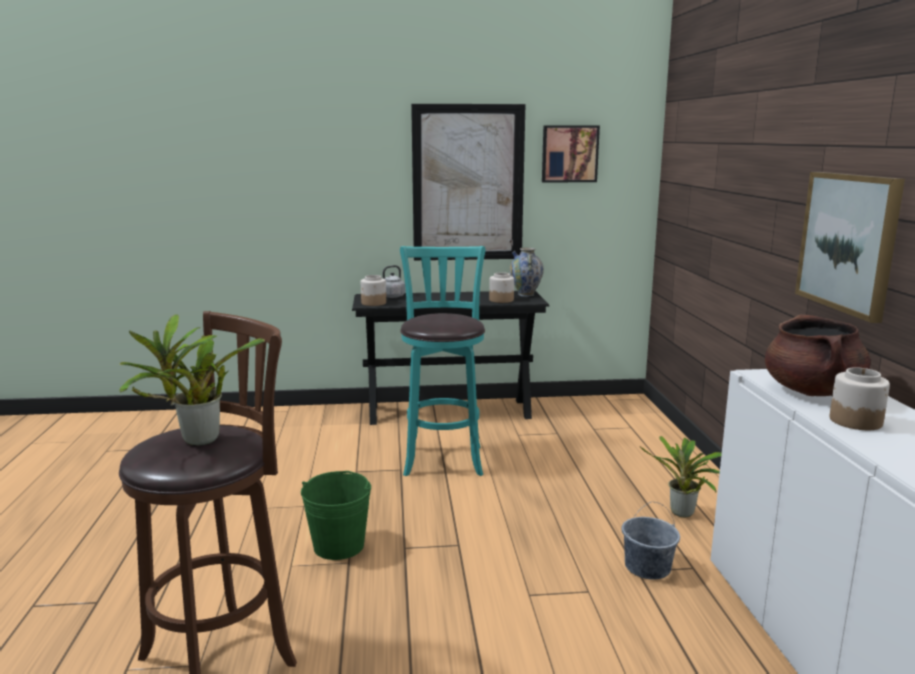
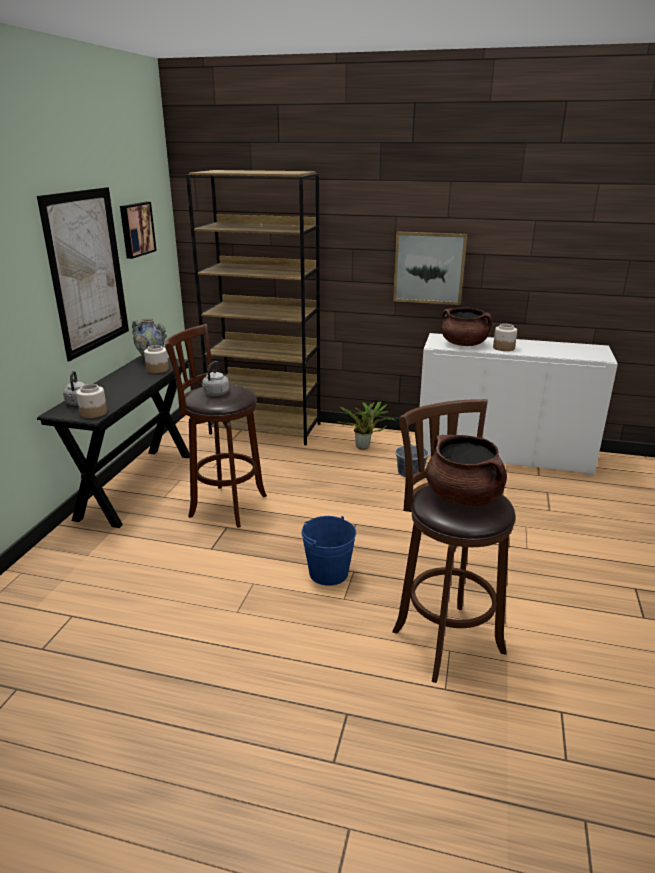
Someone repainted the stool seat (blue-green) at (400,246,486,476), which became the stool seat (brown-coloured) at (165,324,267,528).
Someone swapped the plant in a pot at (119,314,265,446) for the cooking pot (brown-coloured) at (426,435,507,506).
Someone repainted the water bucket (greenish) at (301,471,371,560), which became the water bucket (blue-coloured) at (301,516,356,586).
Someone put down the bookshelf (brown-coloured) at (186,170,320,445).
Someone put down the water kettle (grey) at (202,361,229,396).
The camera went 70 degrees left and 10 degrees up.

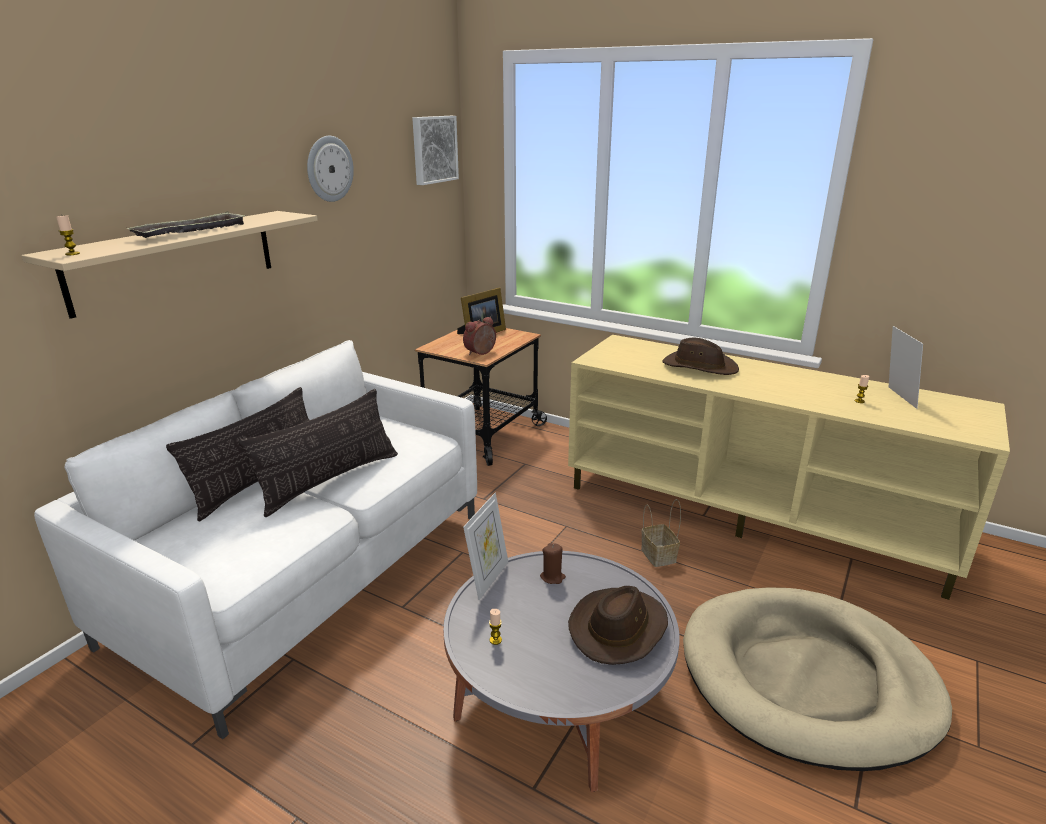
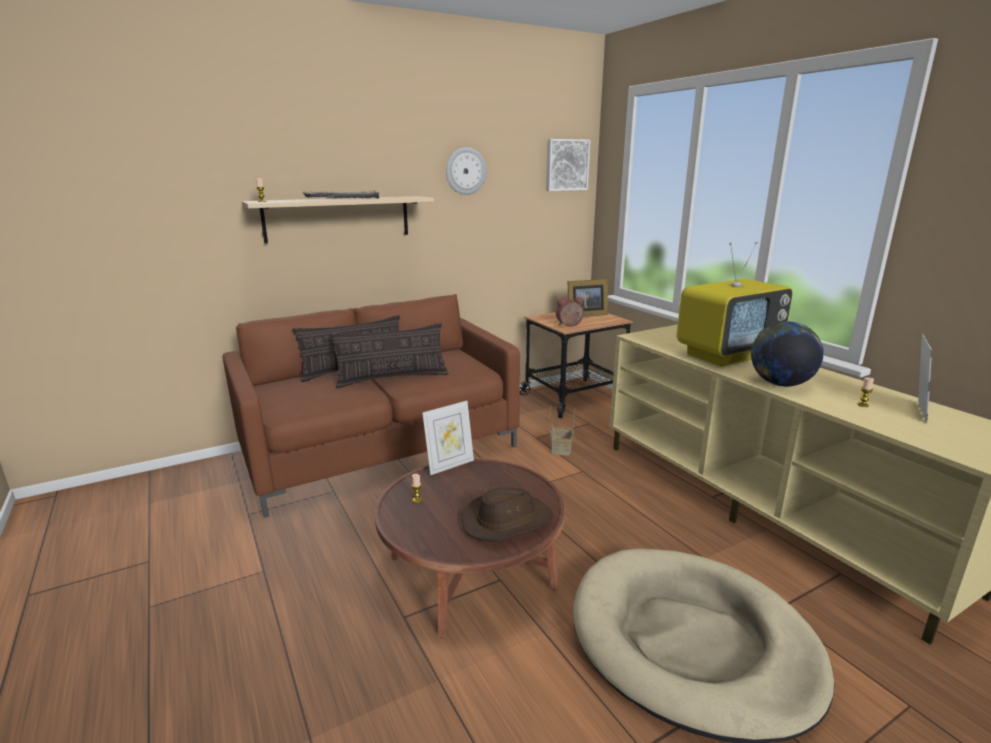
Someone swapped the clothing hat (brown-coloured) at (663,338,739,375) for the TV at (677,242,793,367).
Someone repainted the sofa (white-coloured) at (34,340,477,739), which became the sofa (brown-coloured) at (223,294,520,518).
Someone carried the storage basket from (641,499,681,567) to (550,405,575,456).
Someone took away the candle (brown-coloured) at (540,543,566,584).
Someone repainted the coffee table (grey) at (443,551,680,792), which became the coffee table (brown-coloured) at (375,458,565,638).
Someone put down the globe at (751,322,824,386).
The camera went 30 degrees right and 5 degrees down.

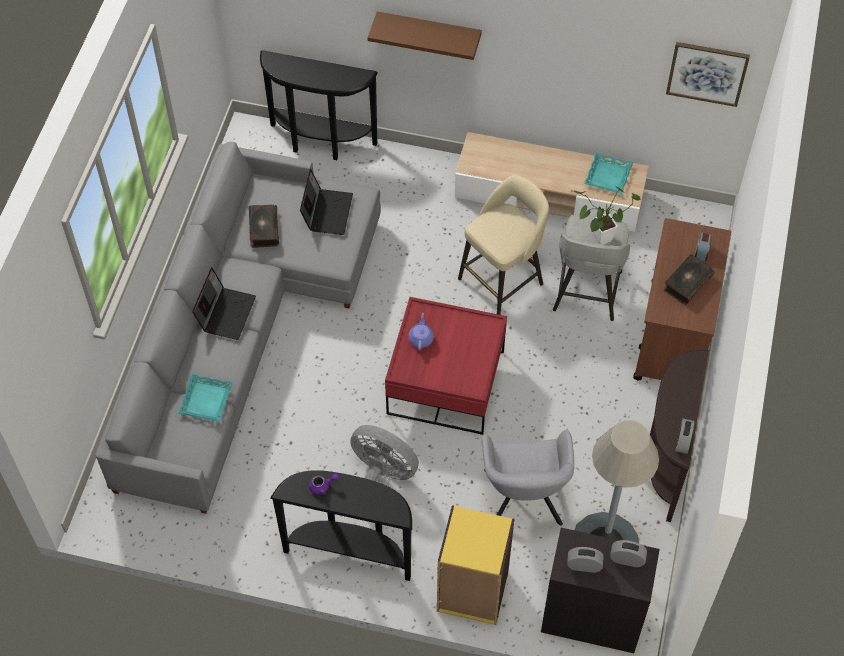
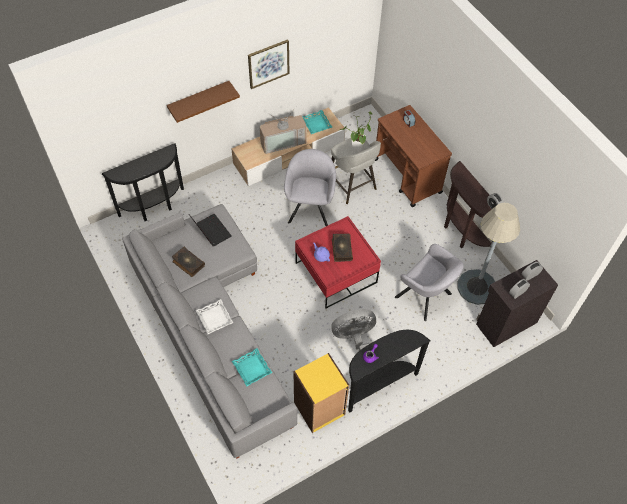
Someone carried the picture from (666,42,750,107) to (248,39,289,89).
Someone swapped the stool seat (beige) at (458,175,549,315) for the lounge chair (grey) at (284,149,336,226).
Someone carried the book from (663,254,715,305) to (332,234,353,262).
Someone swapped the portable computer at (192,267,256,340) for the serving tray (white-coloured) at (195,299,233,334).
Someone carried the bookshelf (yellow) from (437,505,514,625) to (293,353,349,433).
Someone put down the TV at (260,106,307,154).
The camera went 45 degrees left and 0 degrees up.

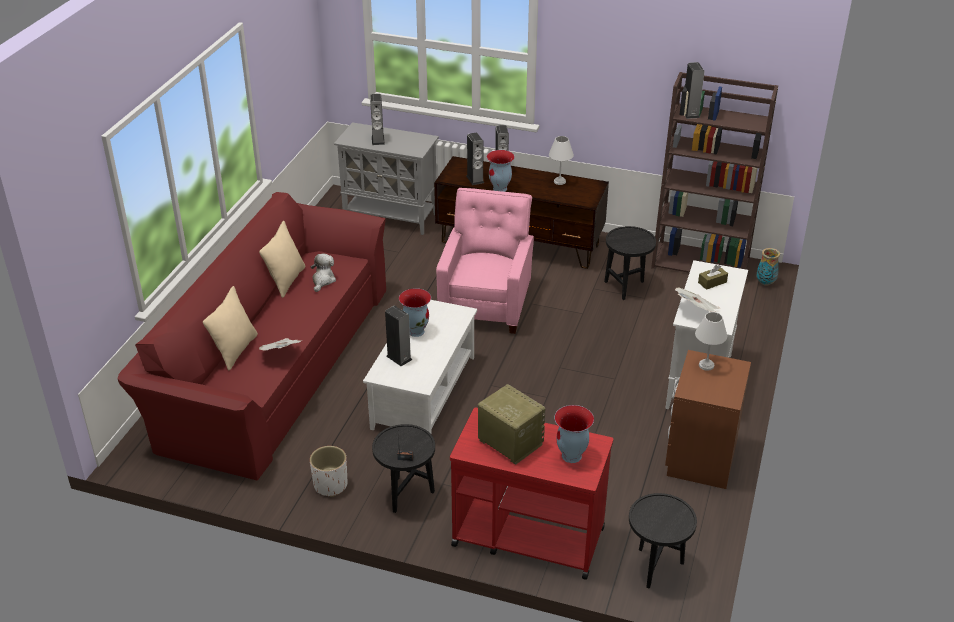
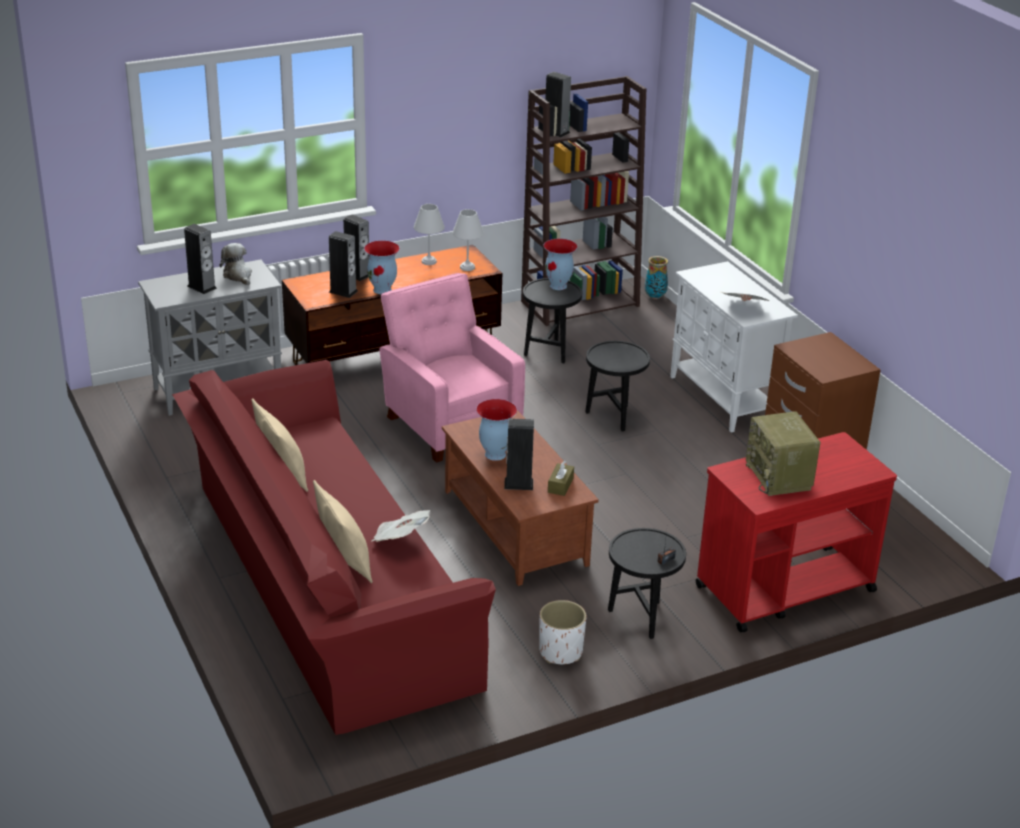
Someone carried the soft toy from (311,254,336,292) to (220,243,252,285).
Someone carried the box of tissues (brown-coloured) from (698,265,728,290) to (548,461,574,496).
Someone repainted the coffee table (white-coloured) at (363,300,477,434), which became the coffee table (brown-coloured) at (442,410,599,586).
Someone carried the lamp for a table (white-coloured) from (695,312,727,371) to (452,209,484,271).
Someone rotated the radio at (478,384,545,465) by 105 degrees counterclockwise.
Someone carried the vase from (554,405,594,463) to (543,239,578,290).
Someone carried the end table (black) from (629,493,697,589) to (585,341,650,431).
The camera went 45 degrees left and 5 degrees down.

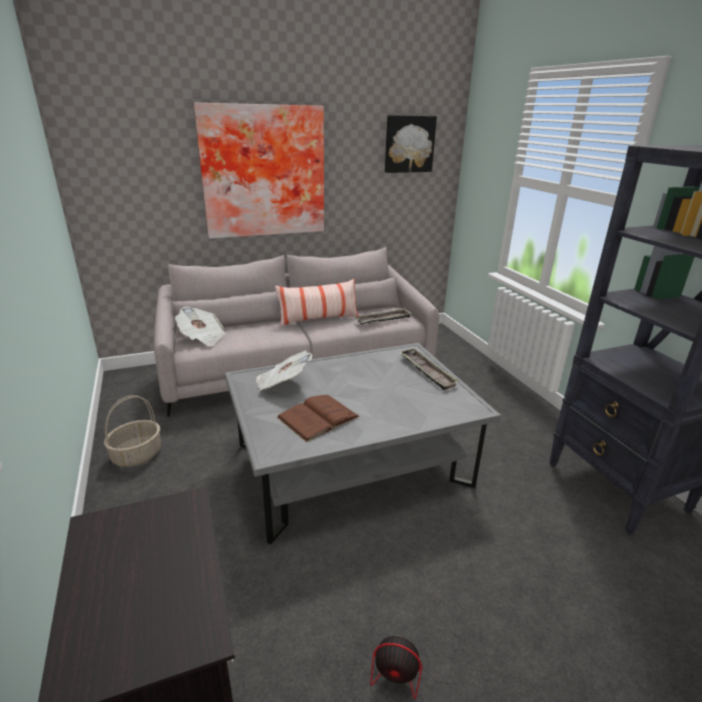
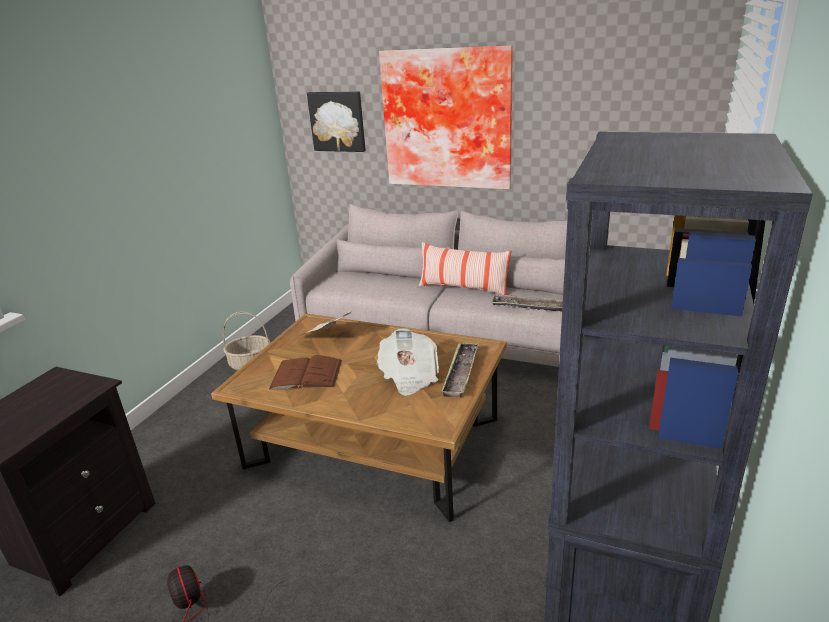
Someone carried the picture from (385,115,437,173) to (307,92,366,152).
Someone carried the newspaper from (175,307,226,346) to (376,328,439,396).
Someone repainted the coffee table (grey) at (225,343,501,544), which became the coffee table (brown-coloured) at (211,314,507,522).
The camera went 45 degrees right and 0 degrees up.

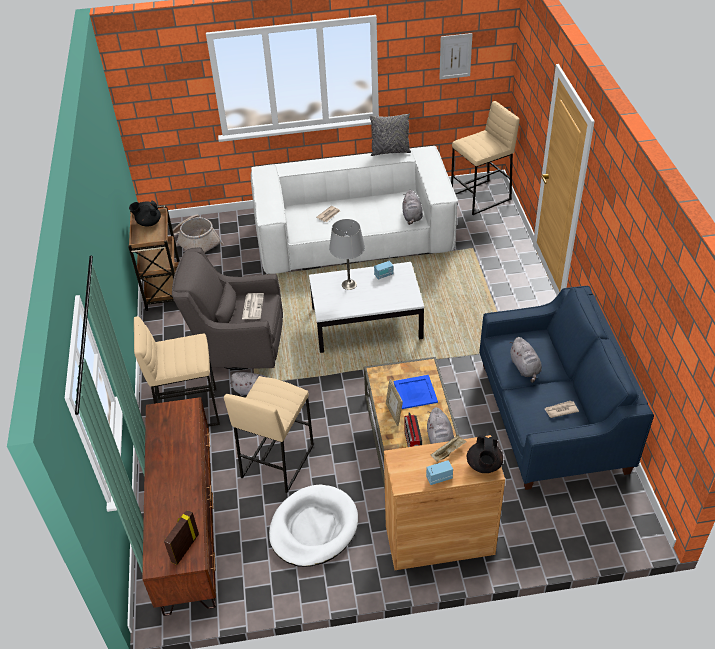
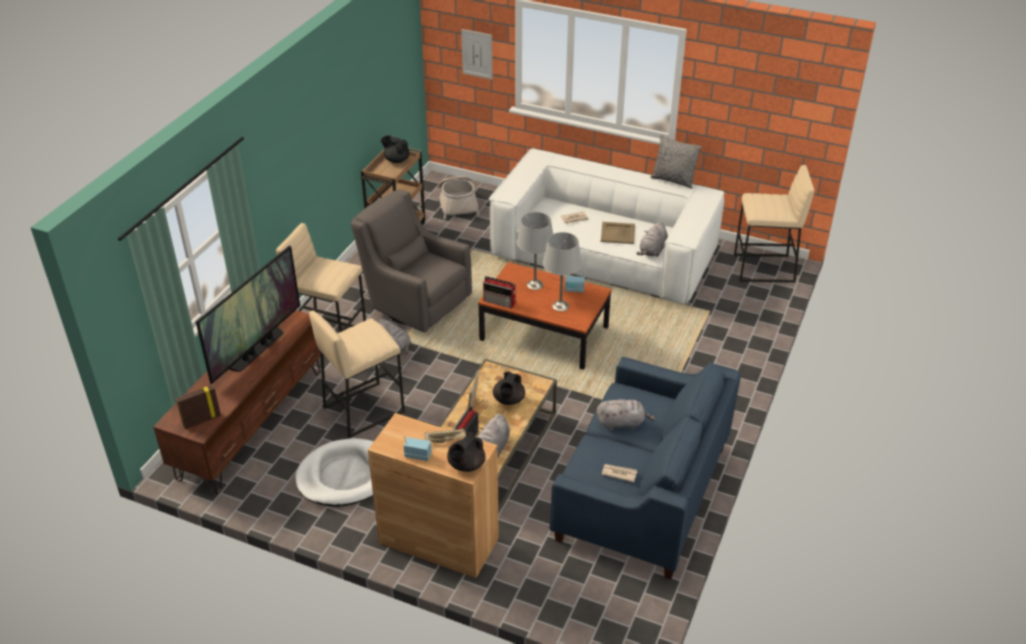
Someone carried the picture from (439,33,472,80) to (461,29,493,80).
Someone repainted the coffee table (white-coloured) at (309,262,424,353), which became the coffee table (brown-coloured) at (478,262,612,370).
Someone took away the newspaper at (242,293,264,319).
Someone rotated the soft toy (grey) at (510,337,542,383) by 105 degrees counterclockwise.
Someone swapped the serving tray (blue-coloured) at (393,375,438,409) for the pot for tea (black) at (493,371,525,405).
Someone put down the serving tray (beige) at (601,222,635,244).
Someone put down the lamp for a table (grey) at (543,232,582,311).
Someone put down the TV at (196,246,300,384).
Someone put down the radio at (483,276,516,309).
The camera went 30 degrees right and 5 degrees down.

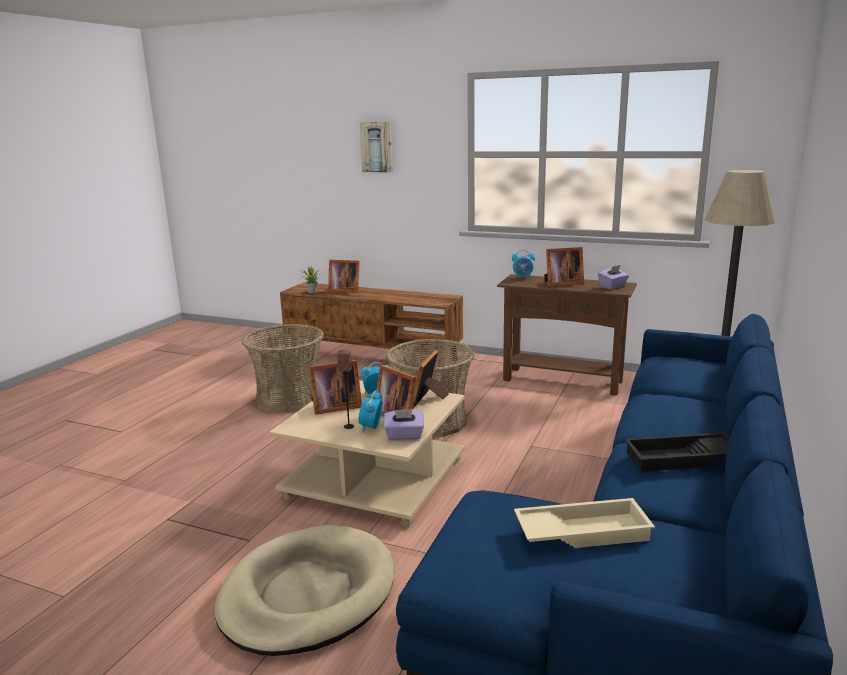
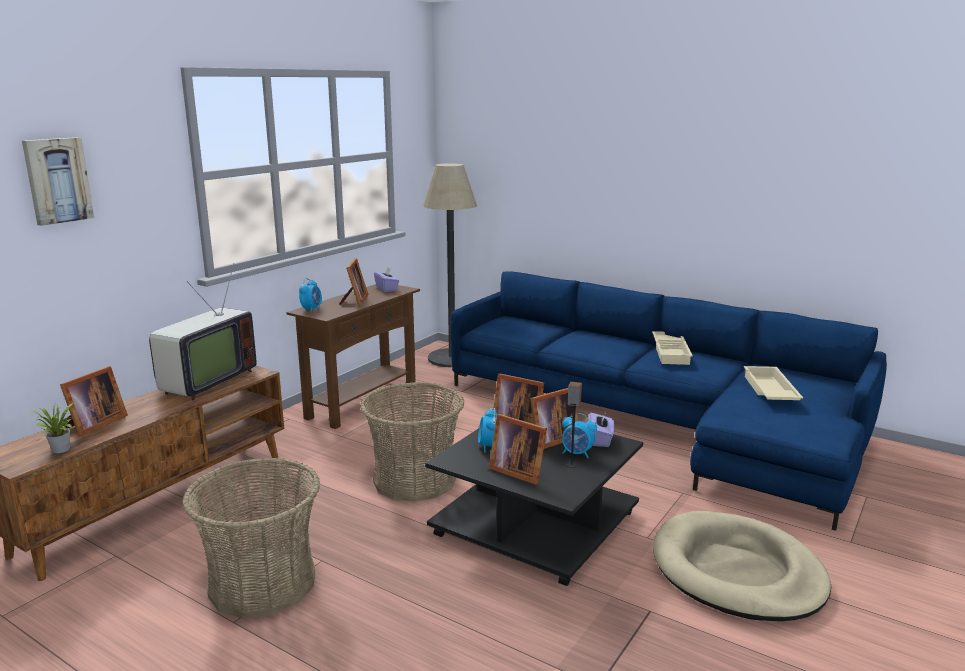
Someone rotated the picture frame at (309,360,362,415) by 135 degrees clockwise.
Someone repainted the coffee table (beige) at (269,380,465,527), which became the coffee table (black) at (425,428,643,586).
Someone repainted the serving tray (black) at (624,432,730,472), which became the serving tray (beige) at (652,331,693,365).
Someone put down the TV at (149,263,257,400).
The camera went 80 degrees left and 0 degrees up.

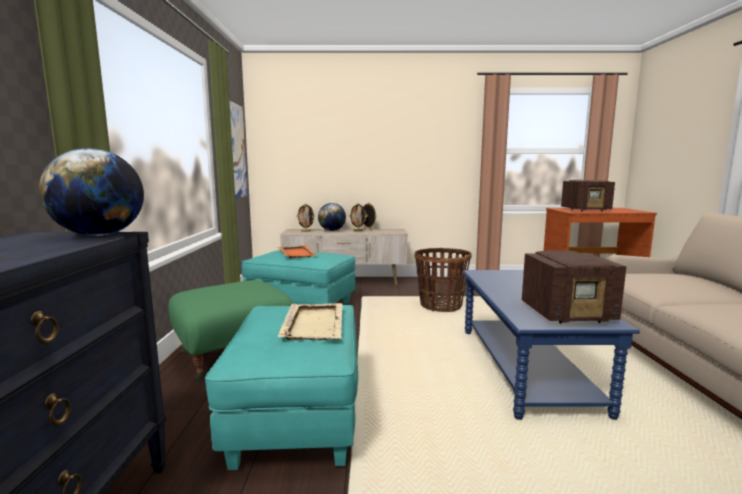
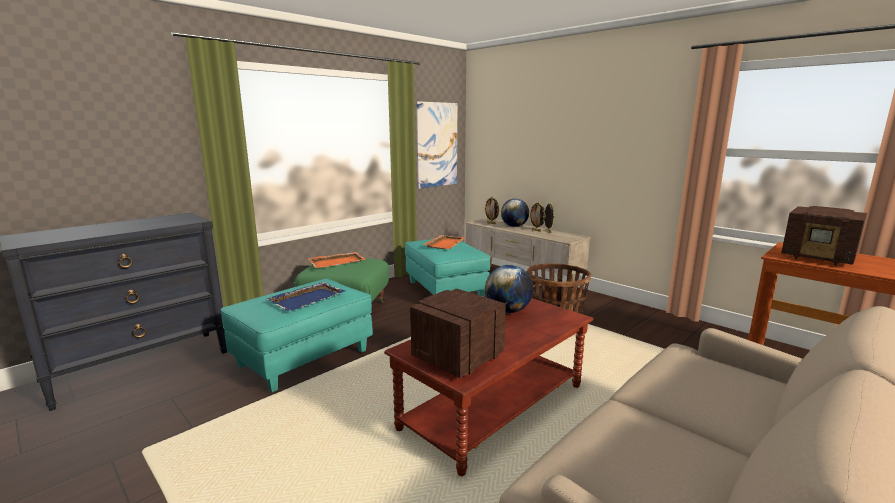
Someone carried the globe from (39,148,144,236) to (485,265,533,313).
Someone rotated the radio at (522,251,626,324) by 90 degrees clockwise.
Someone repainted the coffee table (blue-coloured) at (462,270,640,420), which became the coffee table (brown-coloured) at (384,298,593,476).
Someone repainted the serving tray (beige) at (278,303,343,340), which became the serving tray (blue-coloured) at (267,282,345,311).
Someone put down the serving tray (orange) at (308,252,365,268).
The camera went 45 degrees right and 5 degrees up.

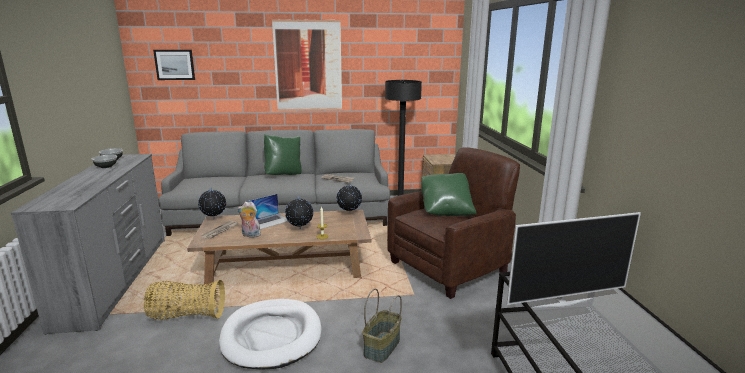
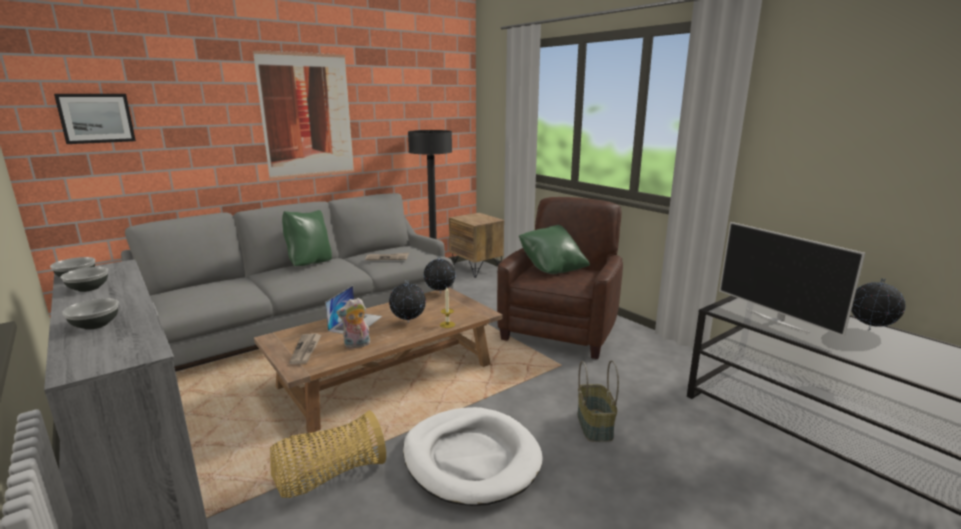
Someone carried the globe from (198,188,226,219) to (851,278,905,330).
Someone rotated the TV at (507,212,641,308) by 105 degrees clockwise.
Someone put down the deep dish at (62,298,119,330).
The camera went 30 degrees left and 0 degrees up.

